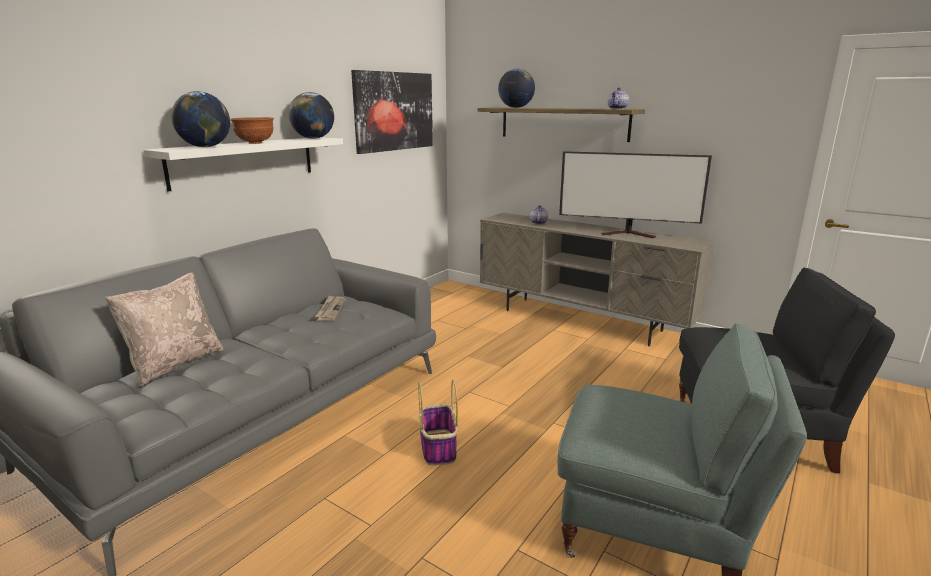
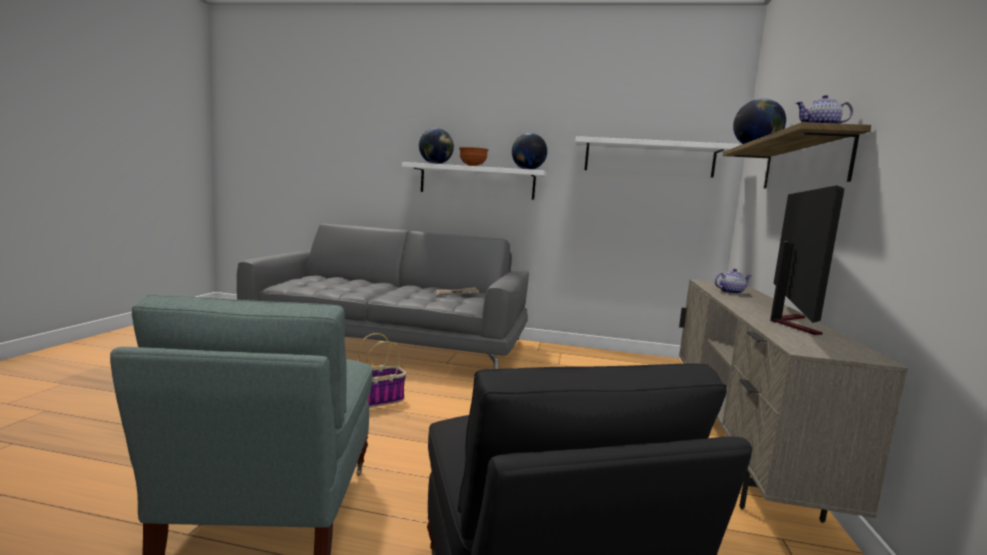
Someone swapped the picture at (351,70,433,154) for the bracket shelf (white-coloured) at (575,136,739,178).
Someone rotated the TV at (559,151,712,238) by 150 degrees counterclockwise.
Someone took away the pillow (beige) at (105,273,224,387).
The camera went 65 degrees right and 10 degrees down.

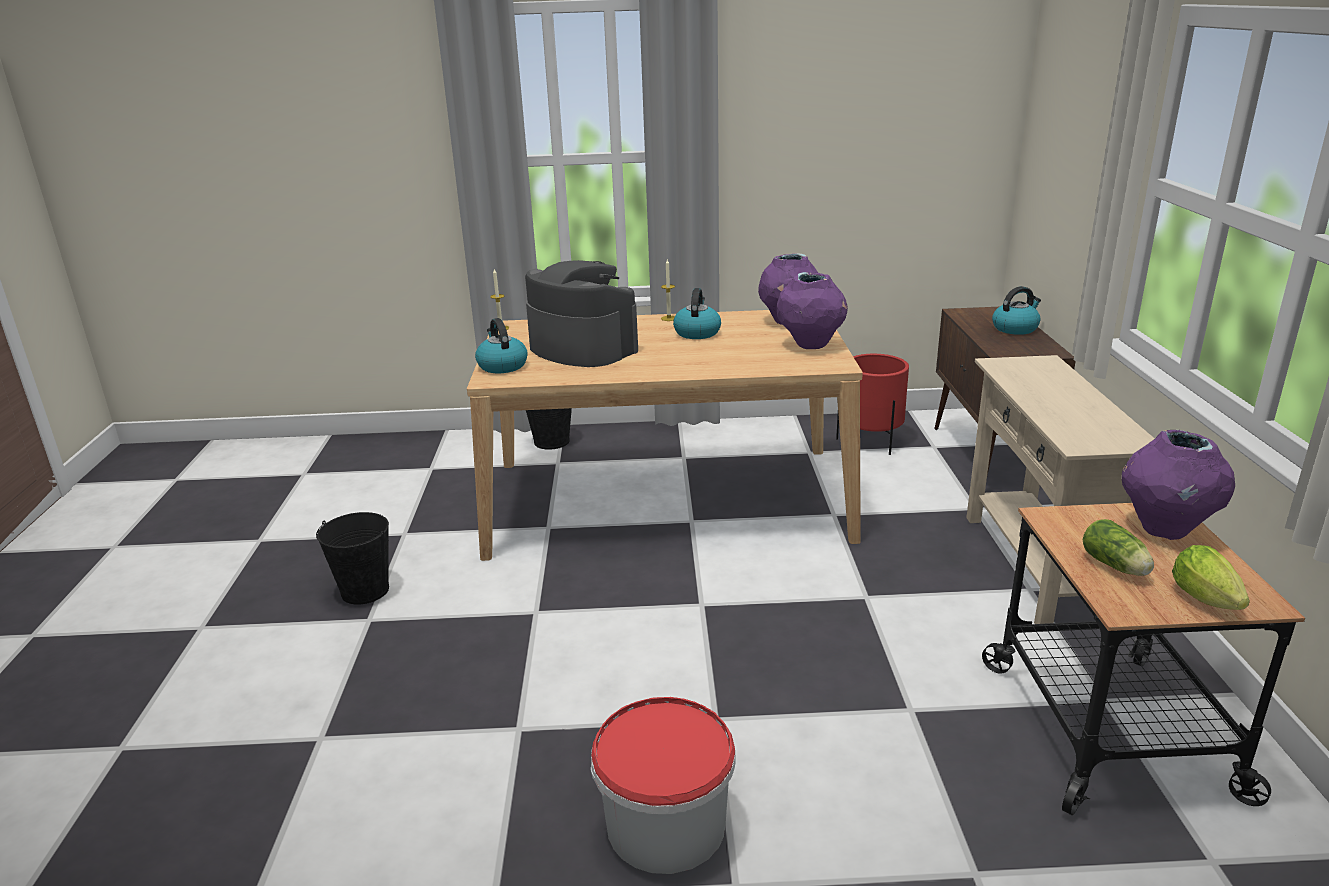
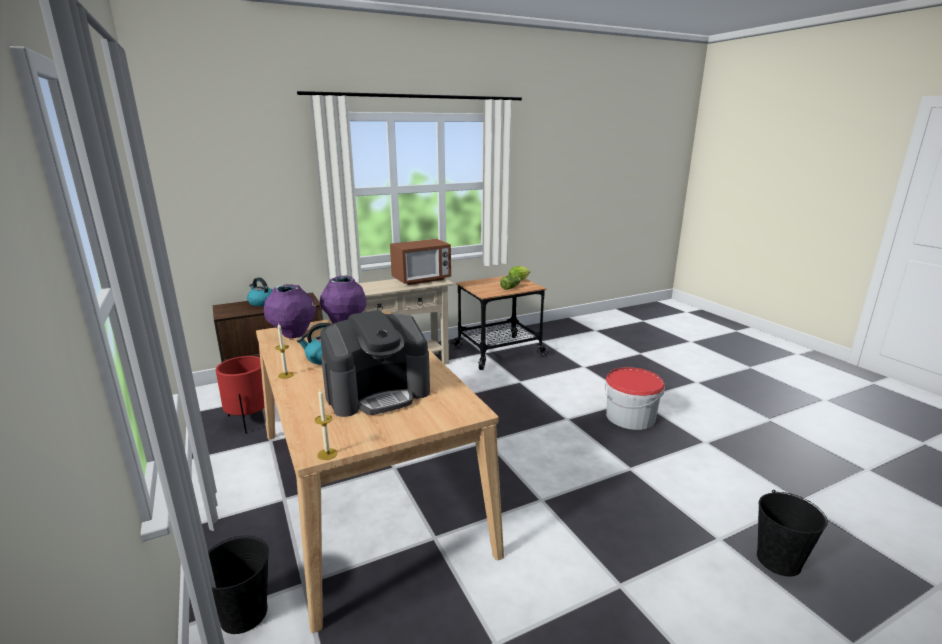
Someone rotated the coffee brewer at (525,260,638,367) by 135 degrees counterclockwise.
Someone took away the water kettle at (475,318,528,373).
Someone took away the vase (purplish) at (1122,430,1235,540).
Someone carried the water bucket (black) from (316,512,389,605) to (757,490,828,577).
Someone put down the microwave oven at (390,239,451,285).
The camera went 115 degrees left and 5 degrees down.

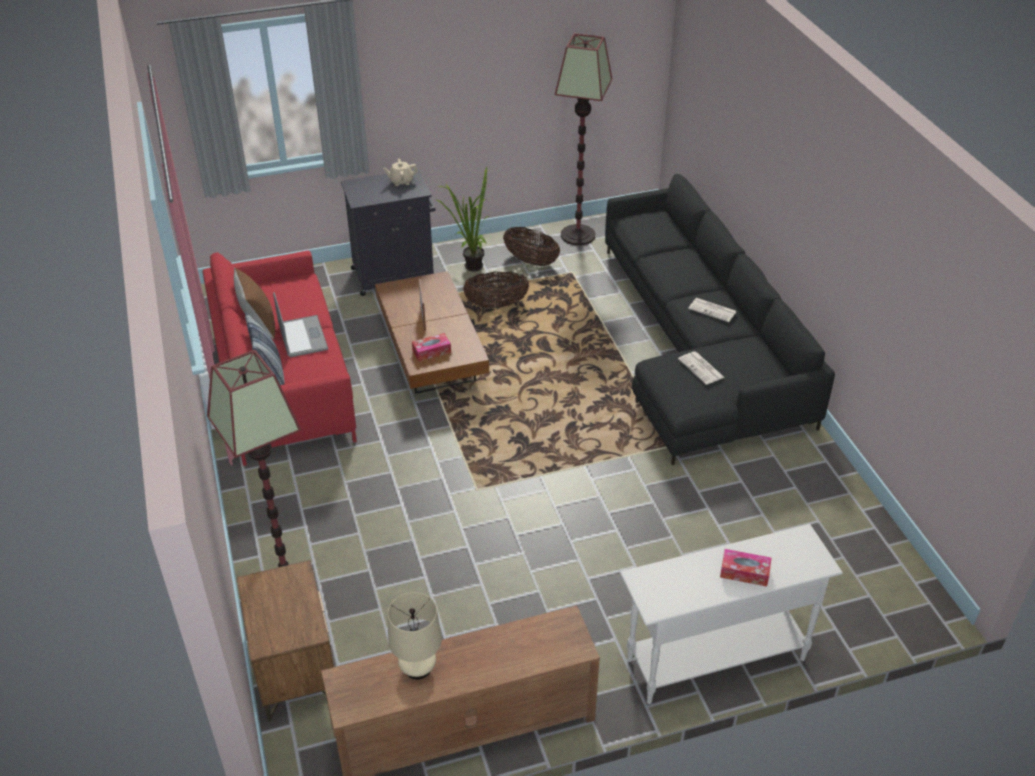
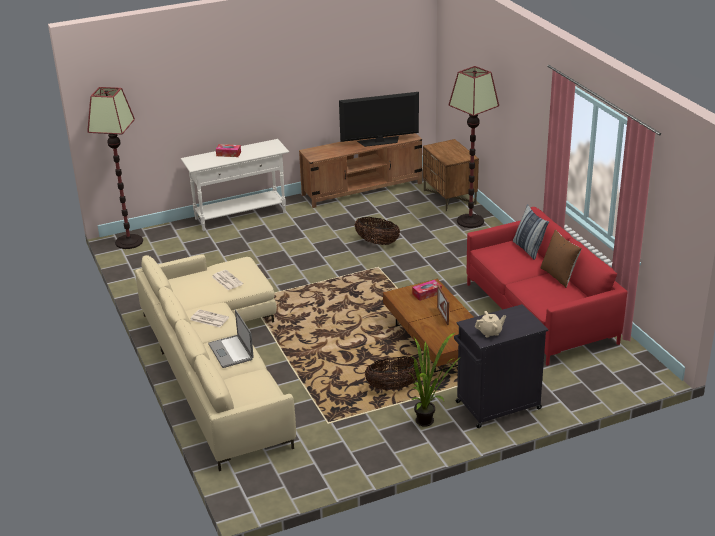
Someone carried the floor lamp from (555,33,612,245) to (87,87,143,249).
Someone repainted the sofa (black) at (605,174,835,465), which became the sofa (beige) at (135,254,296,471).
Someone carried the storage basket from (503,227,560,266) to (354,217,400,245).
Someone carried the portable computer from (273,292,328,357) to (208,309,254,368).
Someone swapped the lamp for a table (beige) at (388,593,442,680) for the TV at (339,92,419,147).
The camera went 175 degrees right and 10 degrees down.

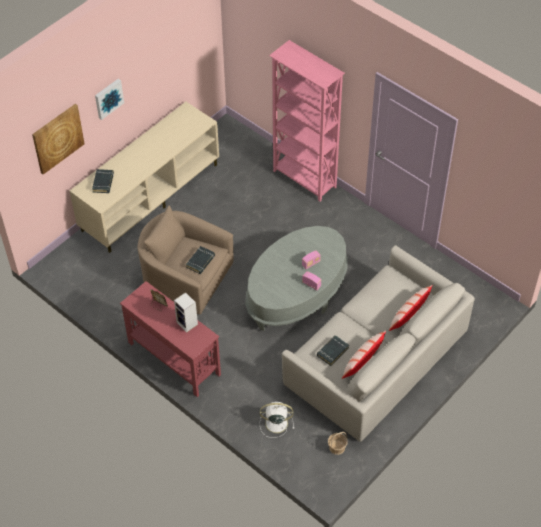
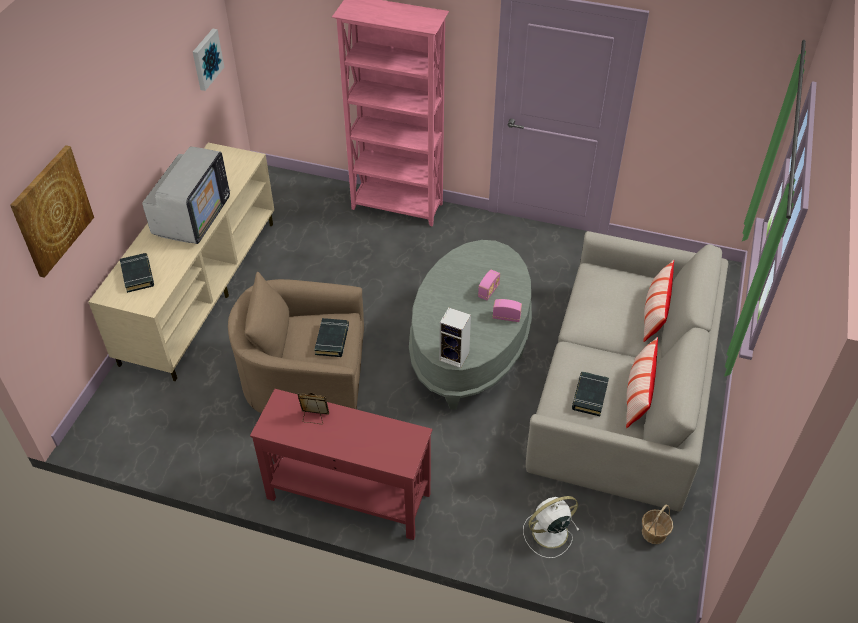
Someone carried the picture from (95,79,124,120) to (193,29,224,91).
Someone carried the speaker from (174,292,198,332) to (439,308,471,368).
Someone put down the TV at (142,147,230,244).
The camera went 25 degrees left and 5 degrees down.

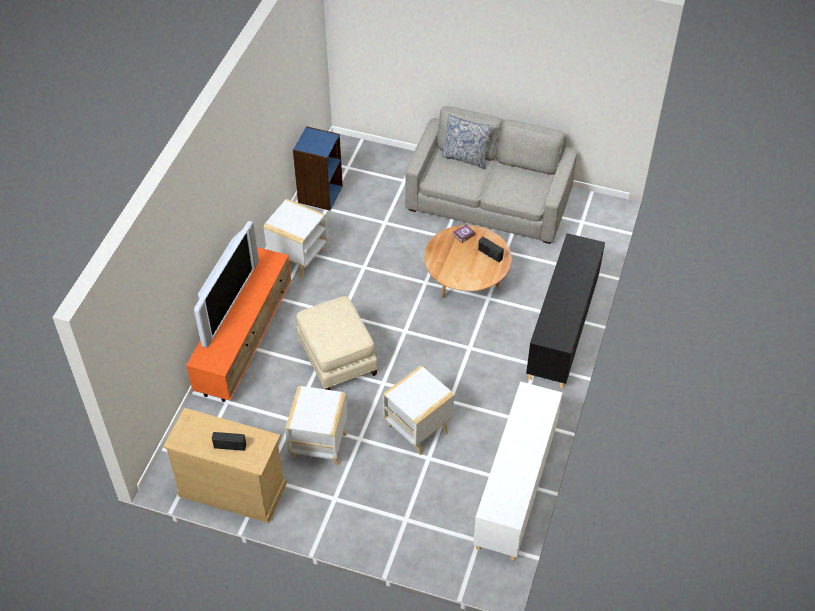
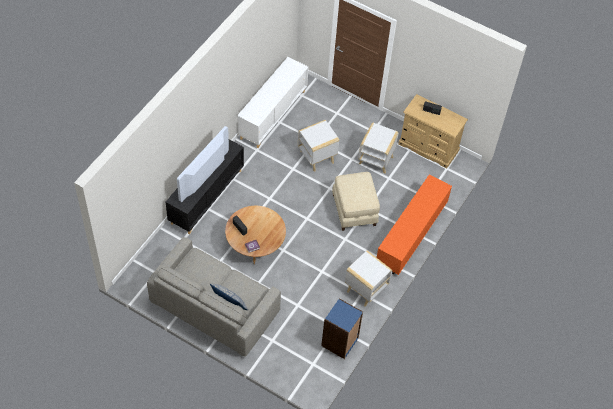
Someone carried the TV from (194,221,259,348) to (177,126,229,202).
The camera went 170 degrees left and 5 degrees up.

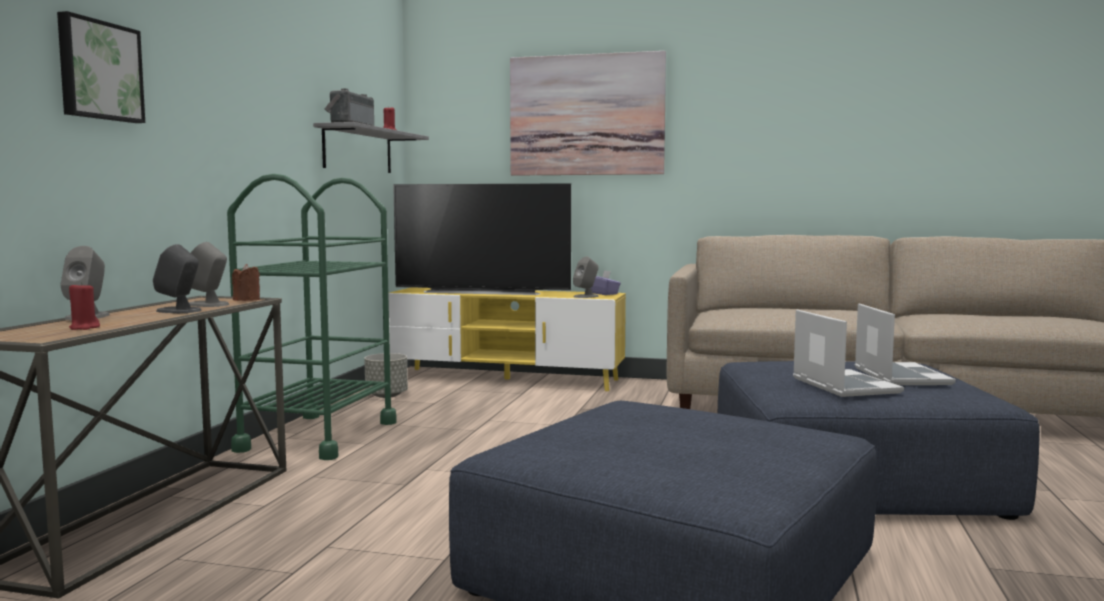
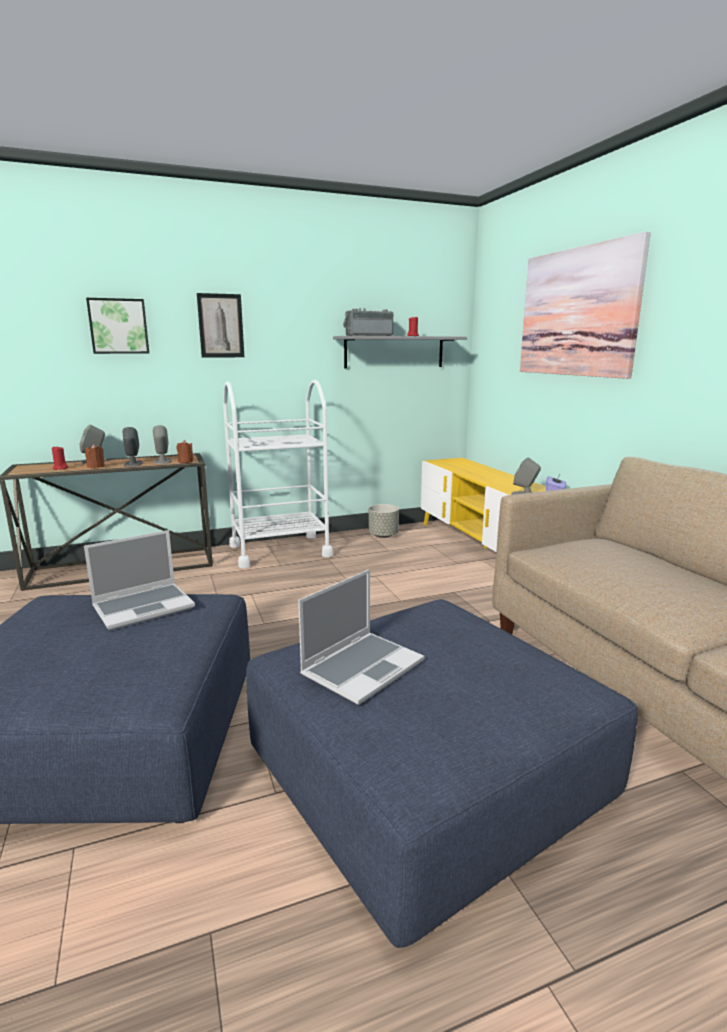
Someone repainted the cart (greenish) at (227,174,397,460), which became the cart (white-coloured) at (223,380,333,568).
Someone took away the TV at (393,183,571,295).
Someone carried the portable computer from (855,303,956,385) to (84,530,195,630).
Someone put up the picture at (197,293,244,358).
Someone put down the candle (brown-coloured) at (85,444,105,468).
The camera went 55 degrees right and 10 degrees up.

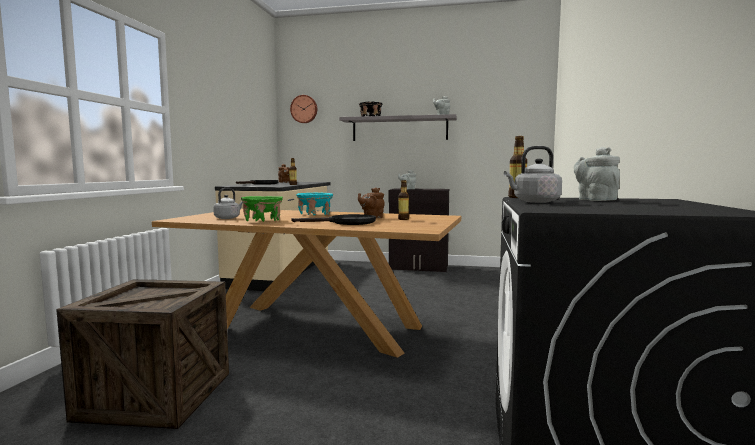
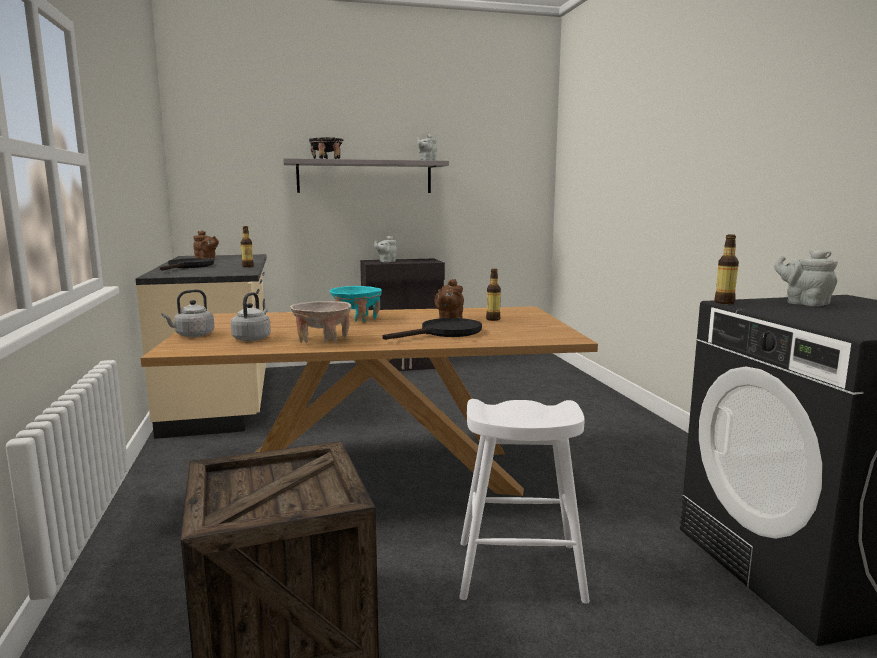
Someone took away the wall clock at (290,95,317,123).
Someone carried the water kettle (grey) from (504,146,562,203) to (161,289,214,337).
Someone repainted the deep dish (greenish) at (241,196,283,222), which became the deep dish (beige) at (290,301,351,344).
Someone put down the stool seat (white-coloured) at (459,399,590,604).
The camera went 25 degrees left and 5 degrees up.

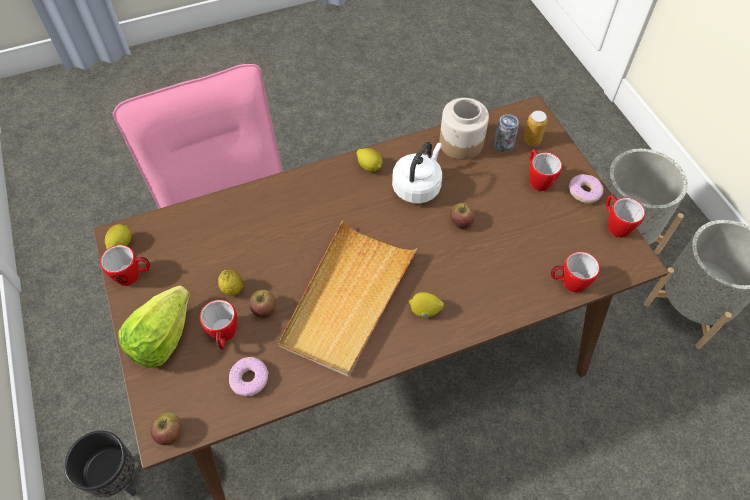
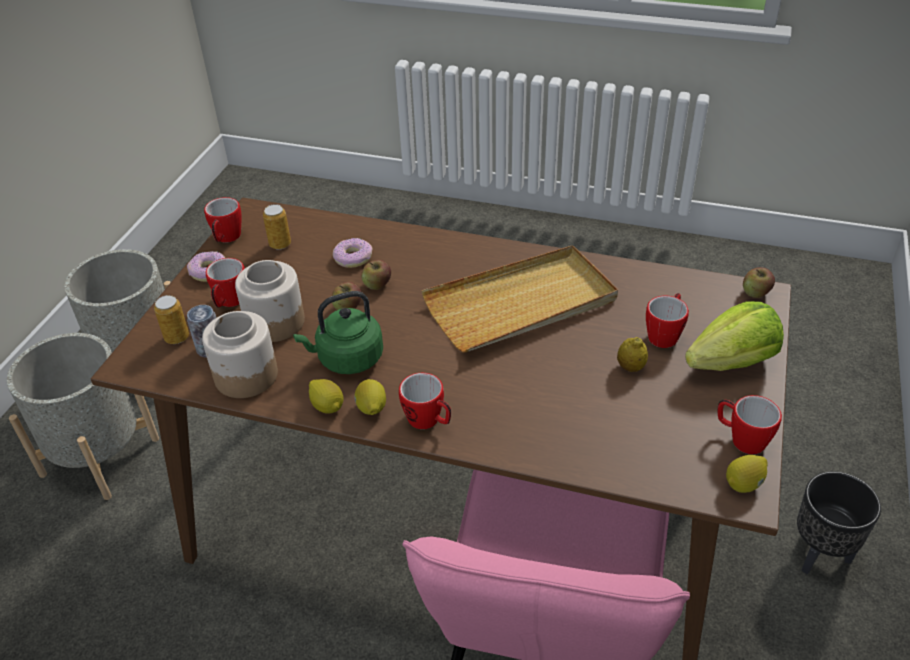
Someone repainted the water kettle (white-coloured) at (392,142,442,204), which became the water kettle (greenish) at (293,291,383,374).
Someone carried the coffee mug from (551,252,600,293) to (399,373,451,429).
Someone carried the apple from (249,290,276,318) to (361,260,391,290).
Someone carried the whole lemon from (409,292,444,317) to (309,379,344,414).
Someone carried the donut from (229,357,269,396) to (333,238,372,268).
Someone put down the can at (263,204,291,250).
Someone put down the jar at (235,260,305,342).
The camera went 140 degrees left and 15 degrees down.

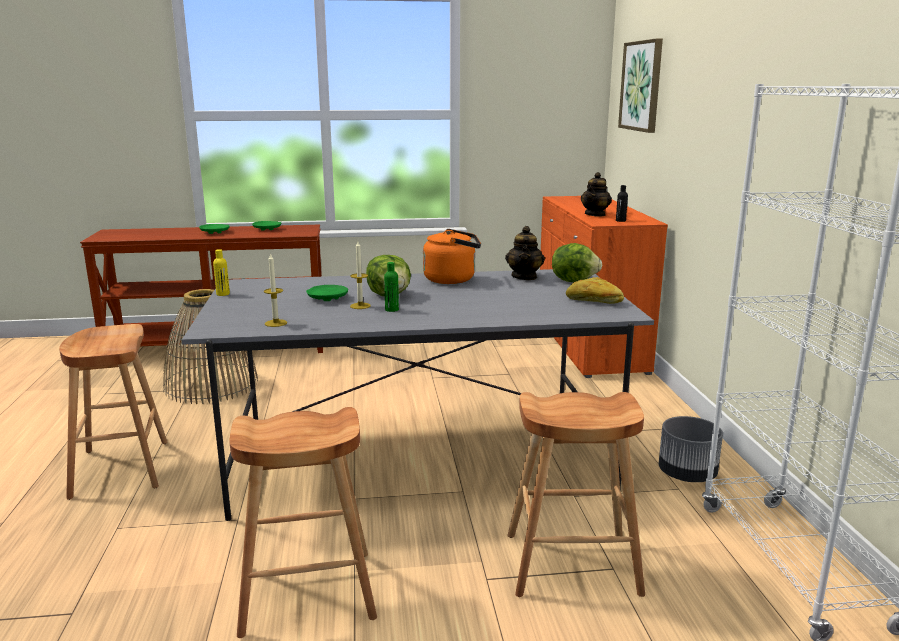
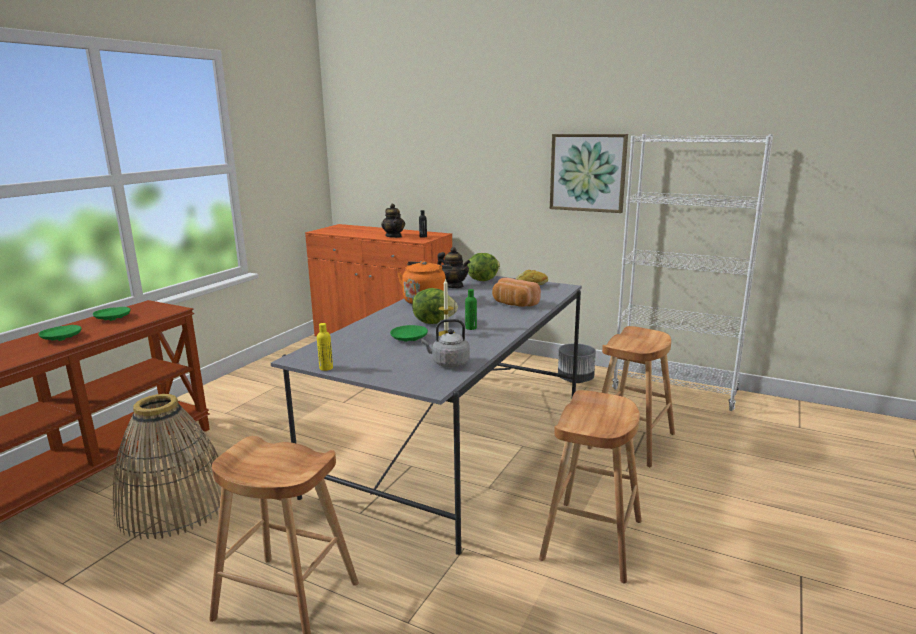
Someone carried the picture from (618,39,663,133) to (550,134,628,213).
Someone swapped the candle at (264,253,287,327) for the water kettle (grey) at (421,319,470,367).
Someone put down the bread at (492,278,541,307).
The camera went 55 degrees left and 0 degrees up.

